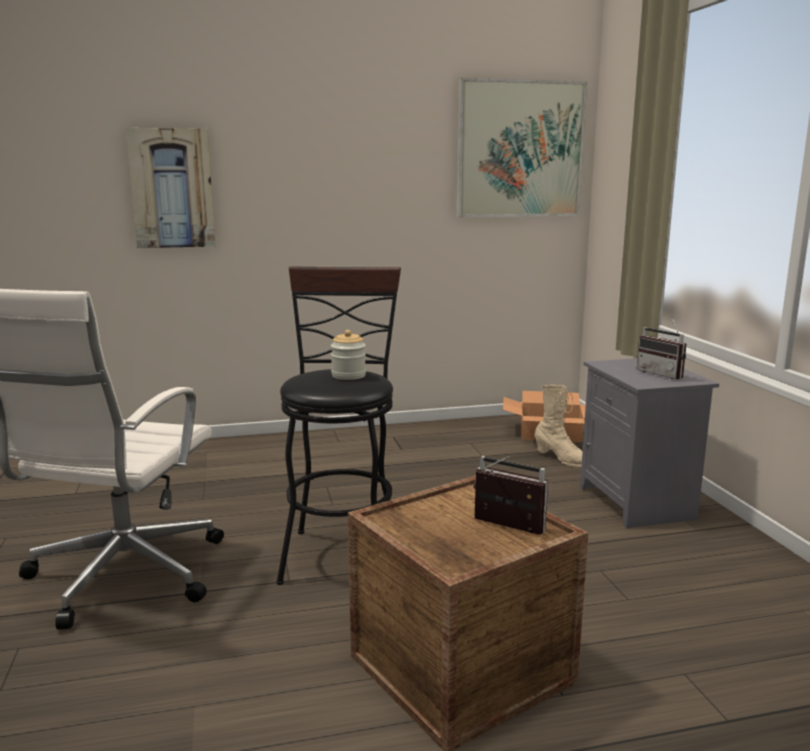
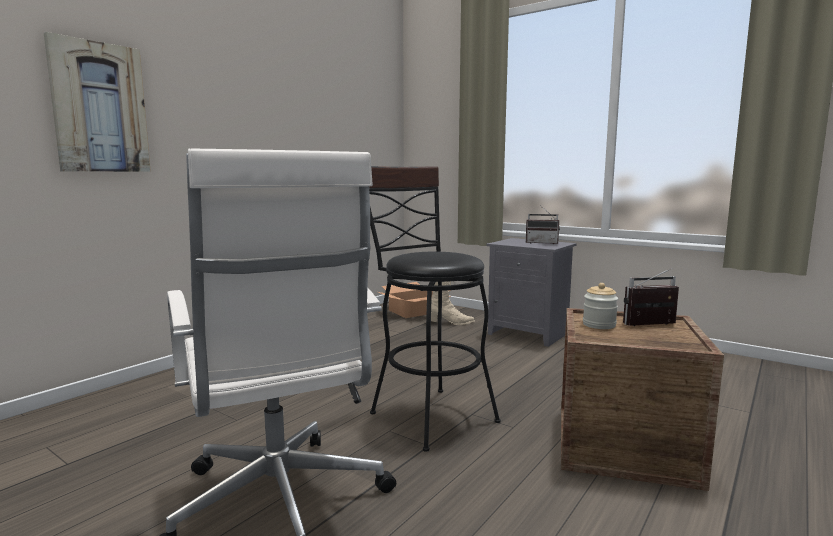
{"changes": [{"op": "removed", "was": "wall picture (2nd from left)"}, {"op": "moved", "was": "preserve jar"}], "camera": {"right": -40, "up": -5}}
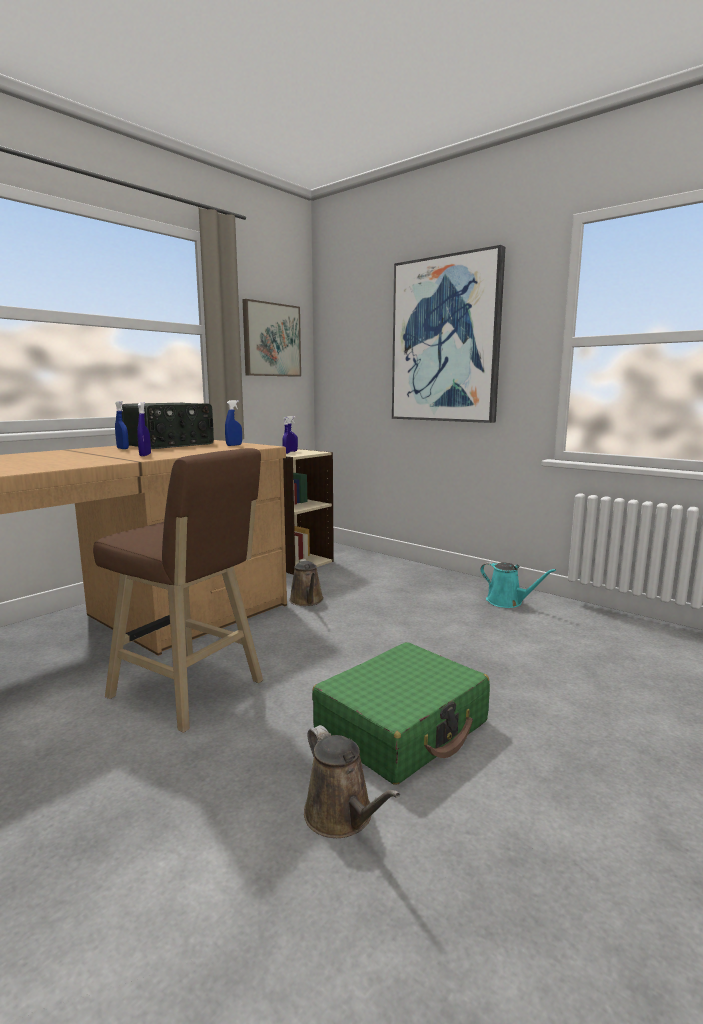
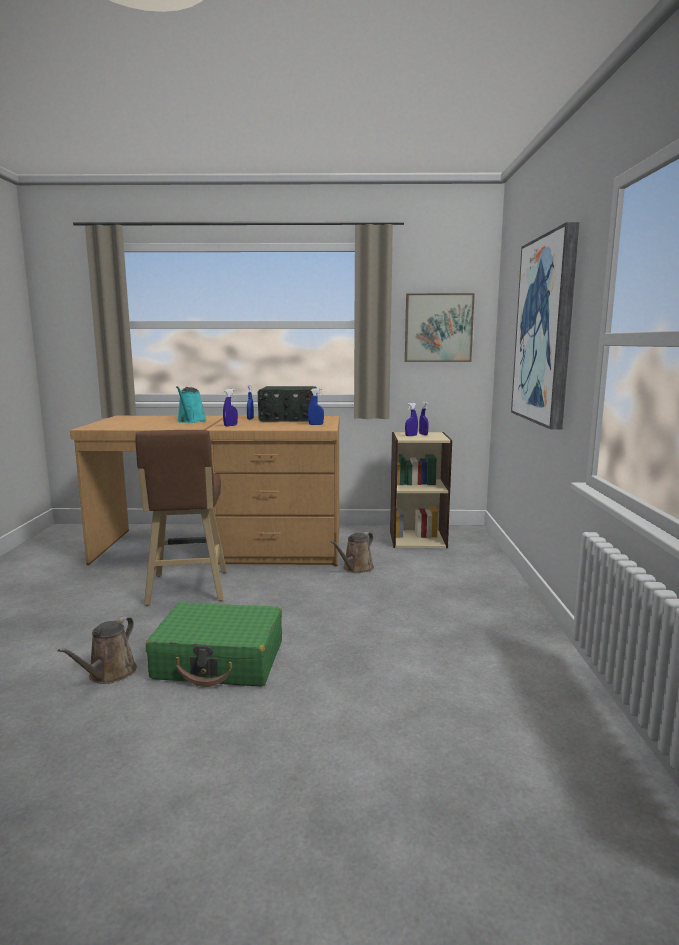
{"changes": [{"op": "moved", "was": "turquoise-coloured watering can"}], "camera": {"right": 50, "up": 0}}
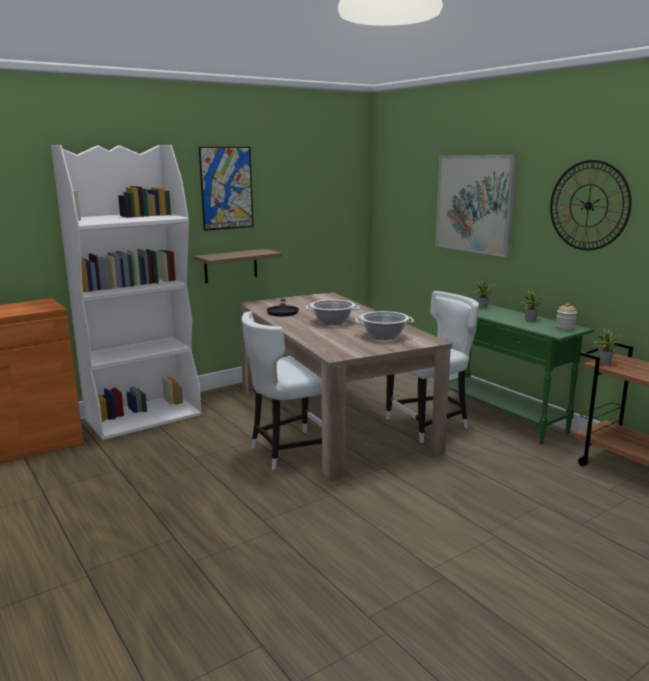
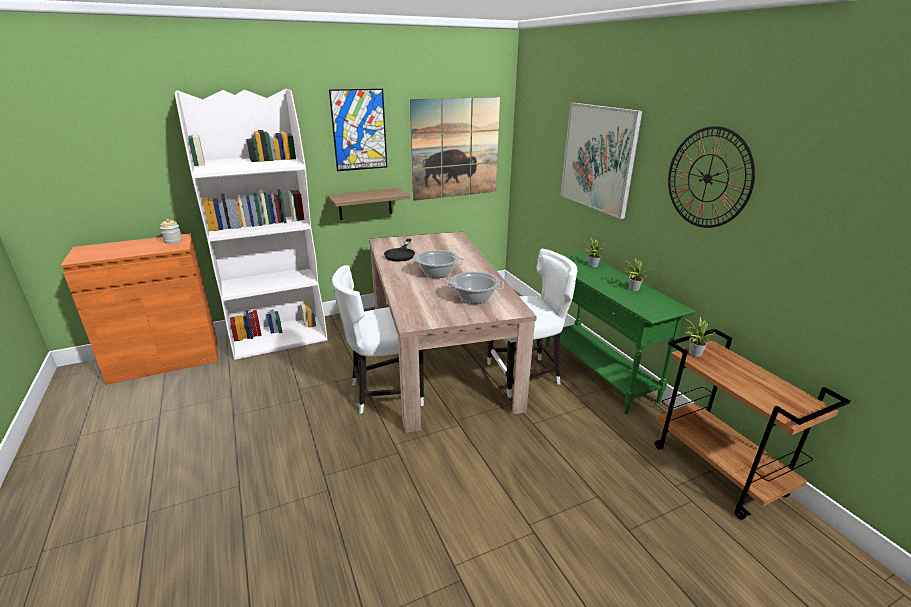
{"changes": [{"op": "moved", "was": "preserve jar"}, {"op": "added", "now": "wall picture (2nd from left)"}], "camera": {"right": 10, "up": 10}}
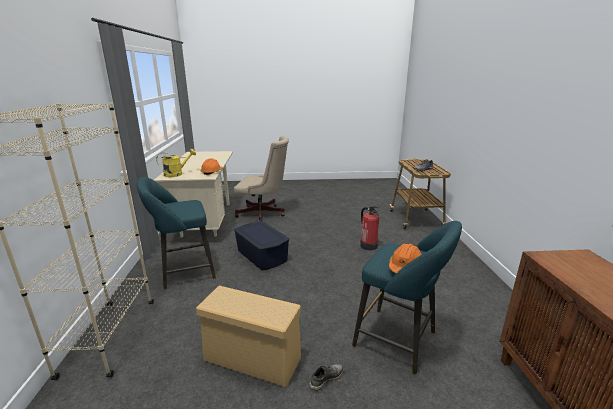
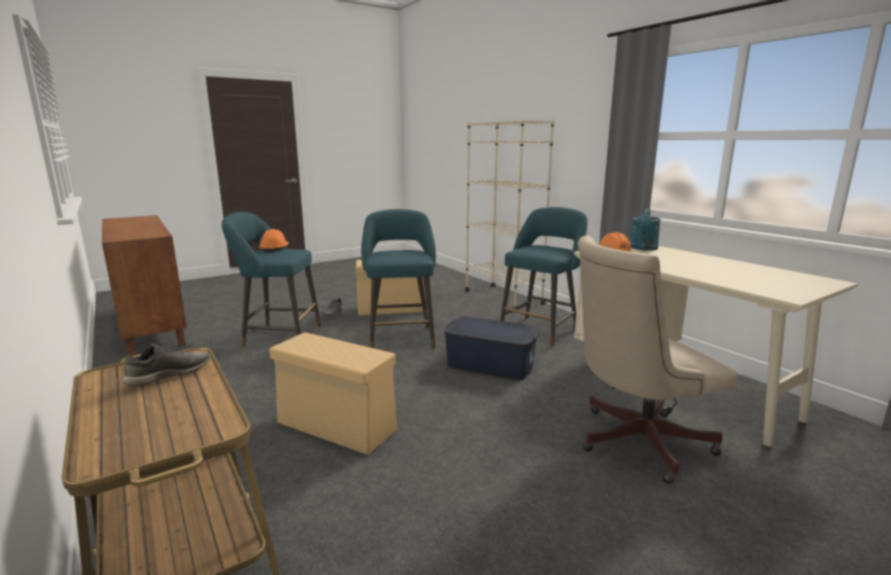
{"changes": [{"op": "recoloured", "was": "yellow watering can", "now": "turquoise-coloured watering can"}, {"op": "replaced", "was": "extinguisher", "now": "beige-coloured storage bin (1st from left)"}, {"op": "added", "now": "turquoise-coloured sitting stool (2nd from left)"}], "camera": {"right": 150, "up": -5}}
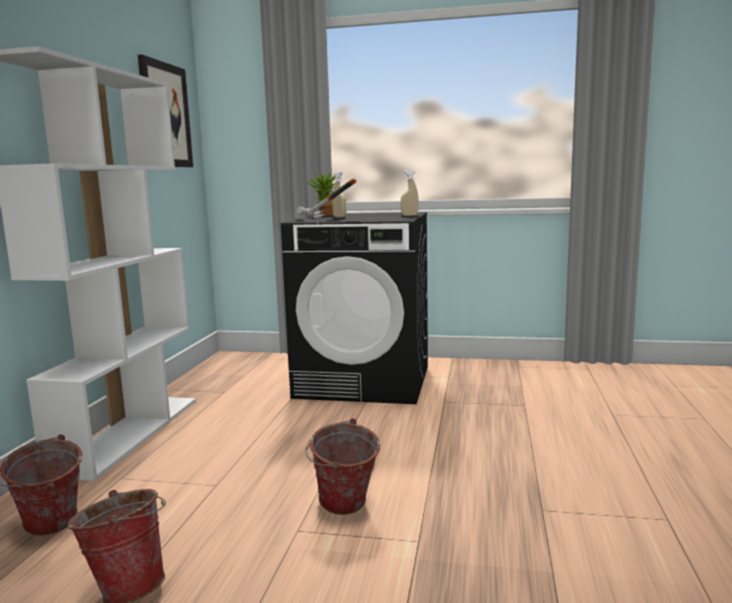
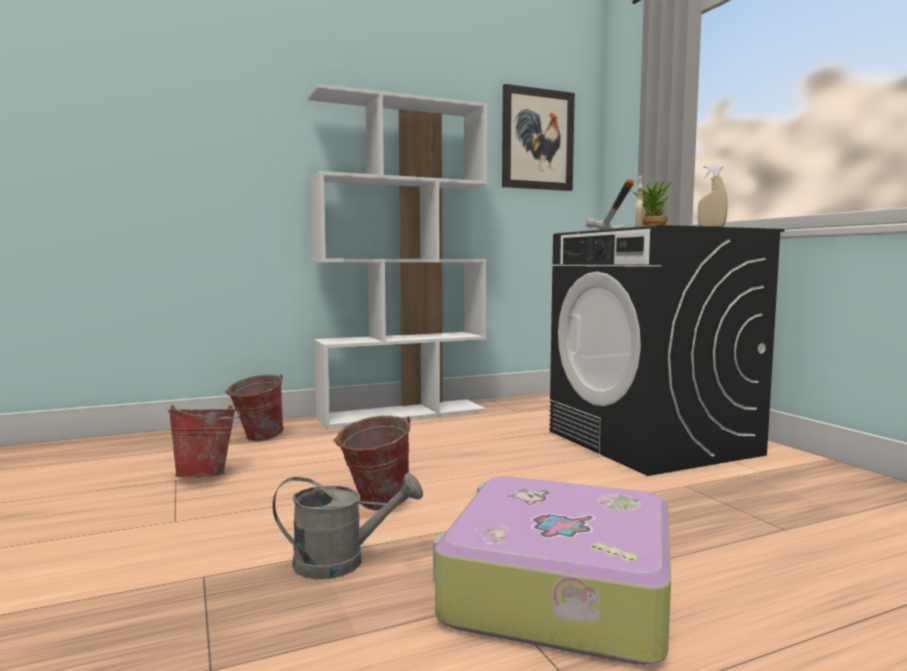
{"changes": [{"op": "added", "now": "grey watering can"}, {"op": "added", "now": "piece of luggage"}], "camera": {"right": 55, "up": -5}}
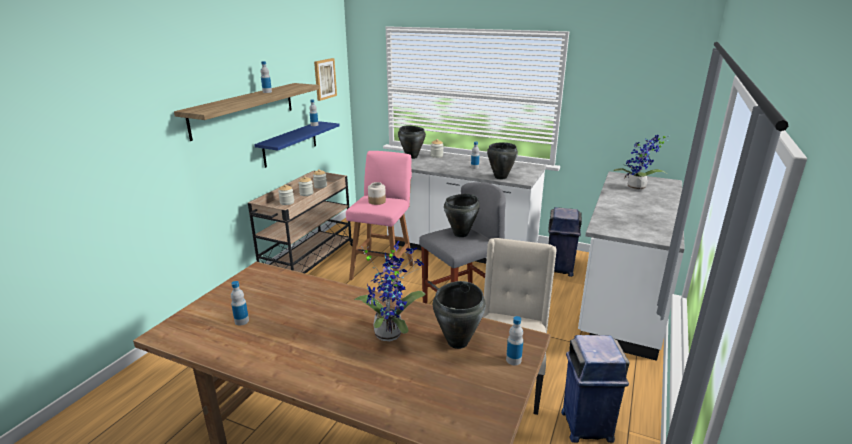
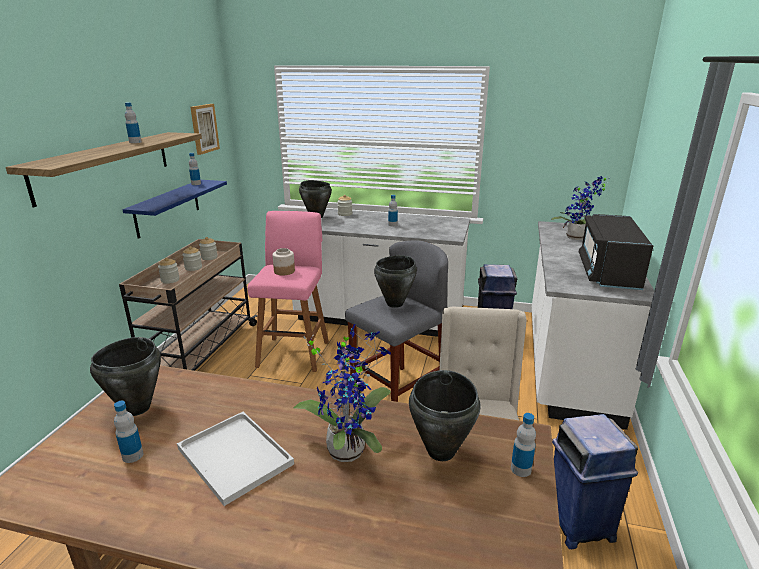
{"changes": [{"op": "moved", "was": "blackish stockpot (4th from left in the first image)", "now": "blackish stockpot (1st from left)"}, {"op": "added", "now": "blackish microwave oven"}, {"op": "added", "now": "white carrying tray"}], "camera": {"right": -10, "up": 0}}
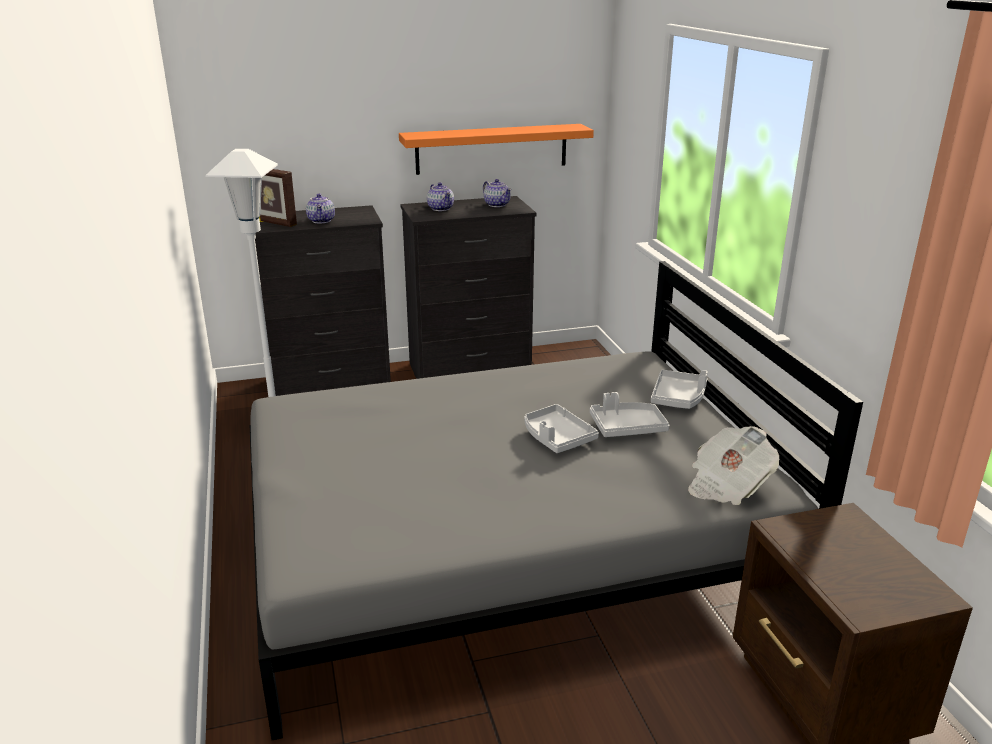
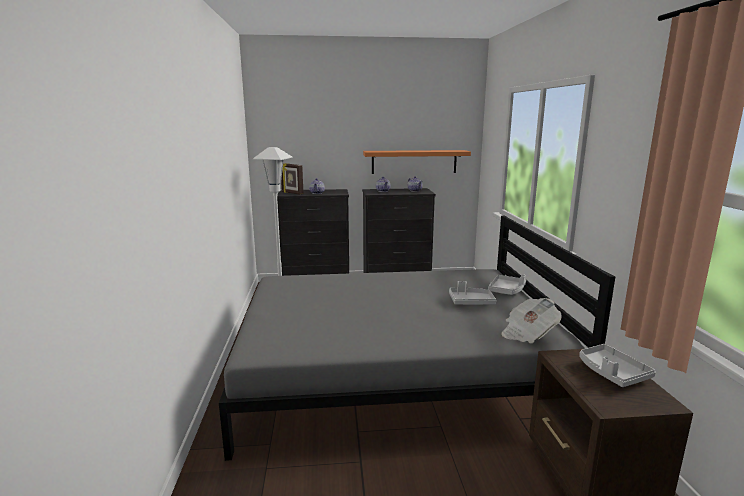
{"changes": [{"op": "moved", "was": "grey carrying tray (1st from left in the first image)", "now": "grey carrying tray (3rd from left)"}], "camera": {"right": 10, "up": -10}}
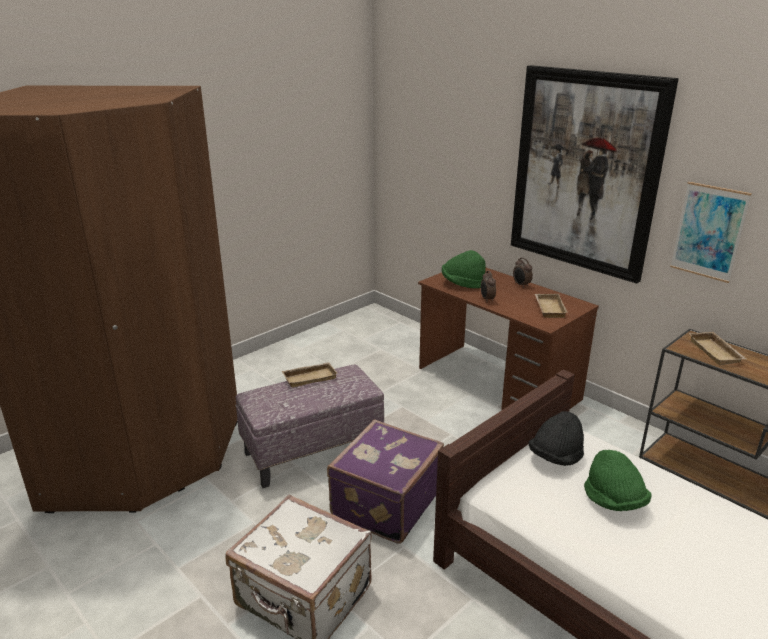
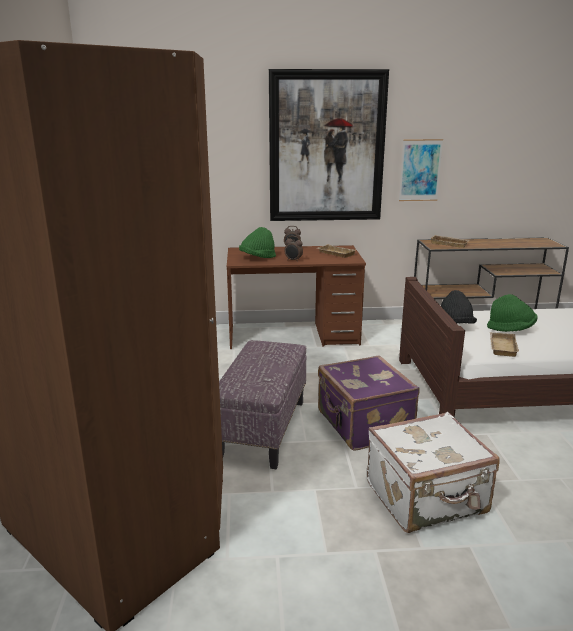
{"changes": [{"op": "moved", "was": "beige-coloured carrying tray (1st from left in the first image)", "now": "beige-coloured carrying tray (3rd from left)"}], "camera": {"right": -50, "up": -5}}
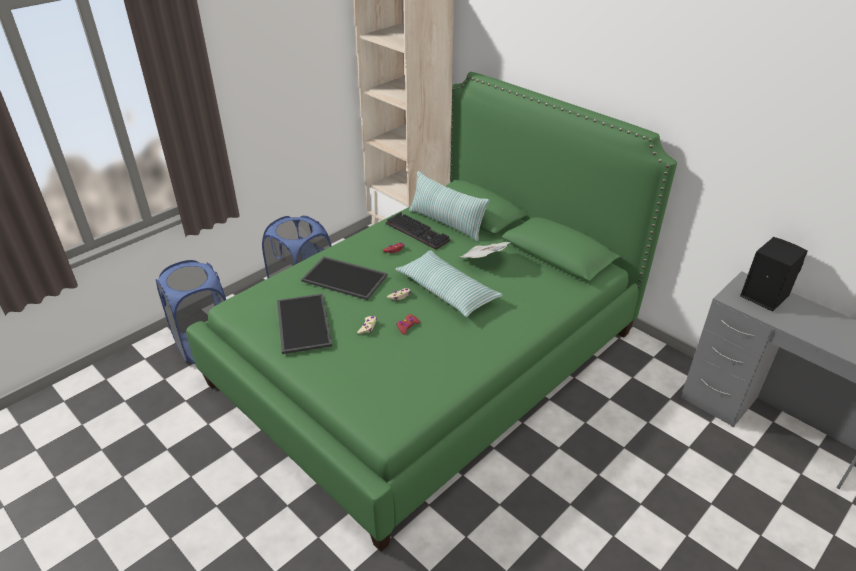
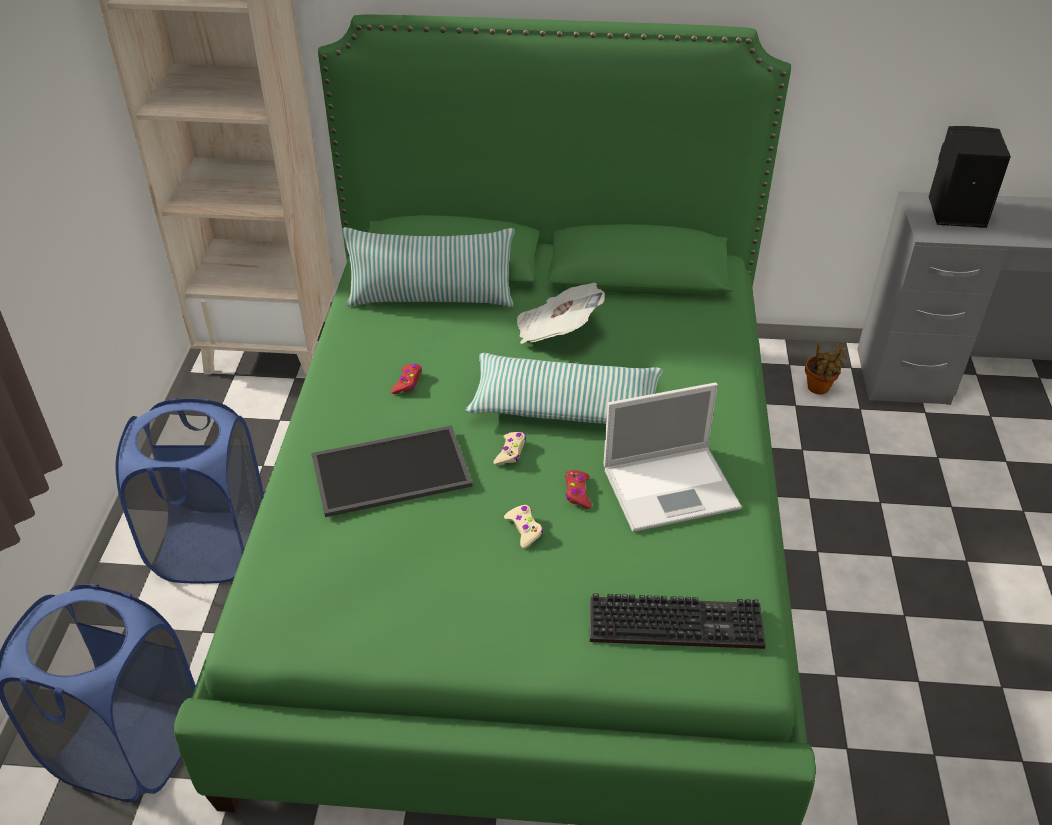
{"changes": [{"op": "moved", "was": "computer keyboard"}, {"op": "removed", "was": "carrying tray (1st from left)"}, {"op": "added", "now": "potted plant"}, {"op": "added", "now": "laptop"}], "camera": {"right": -40, "up": 5}}
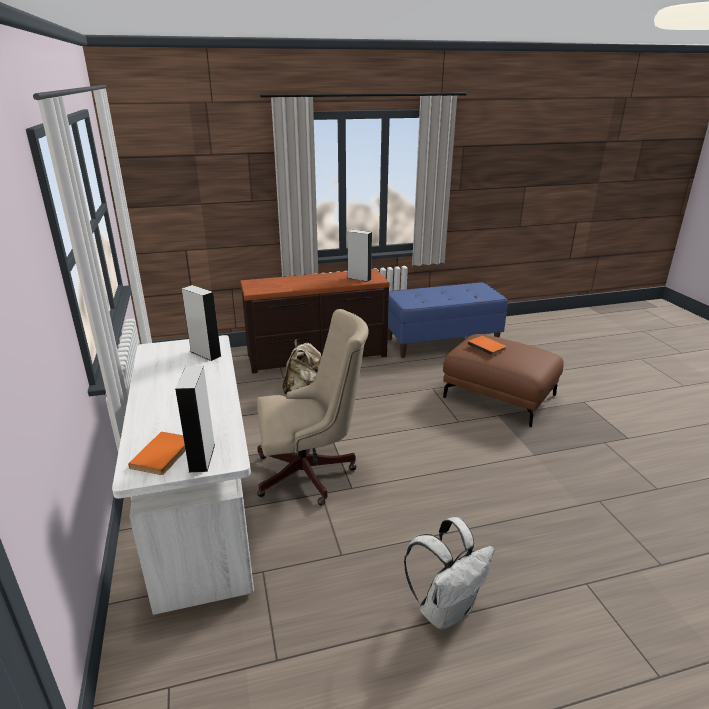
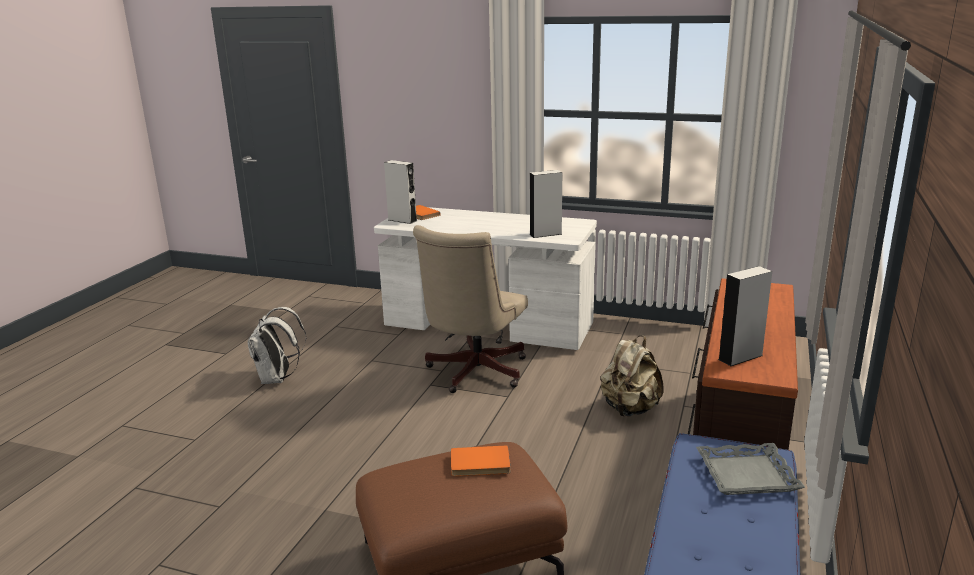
{"changes": [{"op": "added", "now": "grey carrying tray"}], "camera": {"right": 125, "up": -5}}
